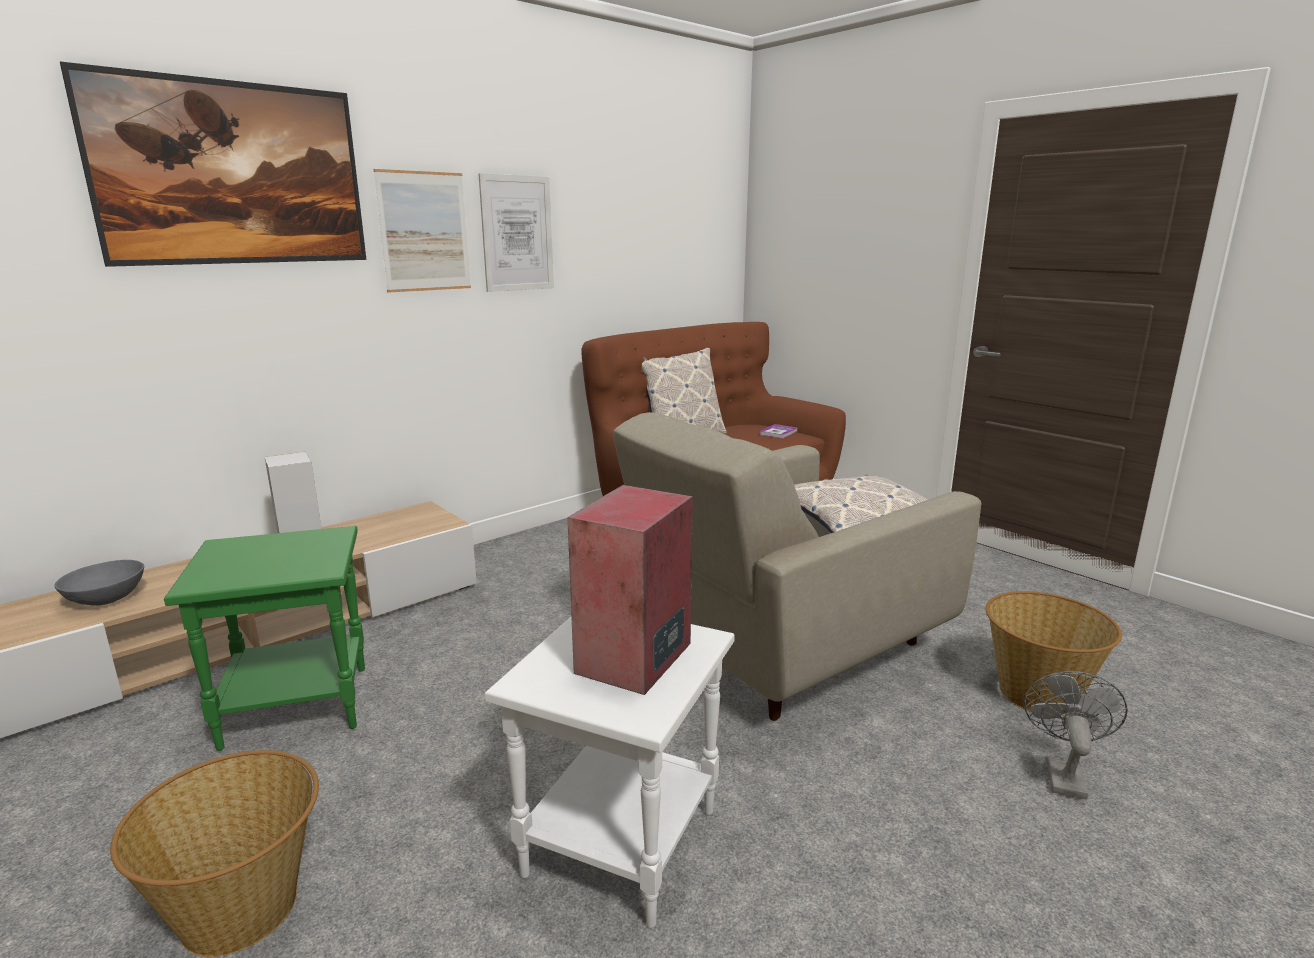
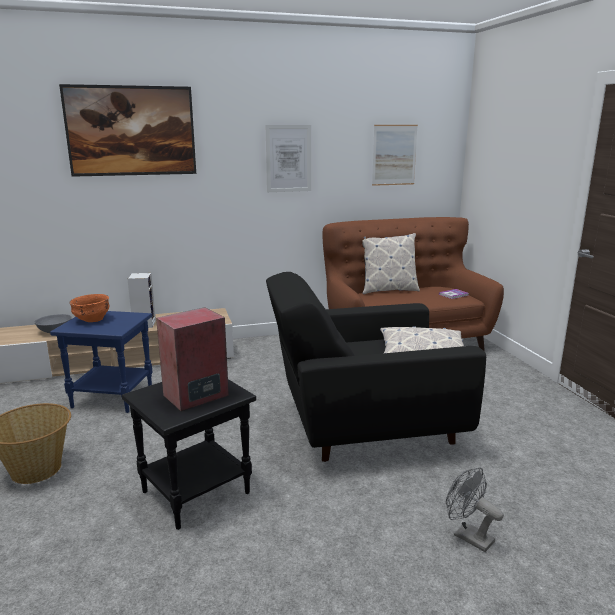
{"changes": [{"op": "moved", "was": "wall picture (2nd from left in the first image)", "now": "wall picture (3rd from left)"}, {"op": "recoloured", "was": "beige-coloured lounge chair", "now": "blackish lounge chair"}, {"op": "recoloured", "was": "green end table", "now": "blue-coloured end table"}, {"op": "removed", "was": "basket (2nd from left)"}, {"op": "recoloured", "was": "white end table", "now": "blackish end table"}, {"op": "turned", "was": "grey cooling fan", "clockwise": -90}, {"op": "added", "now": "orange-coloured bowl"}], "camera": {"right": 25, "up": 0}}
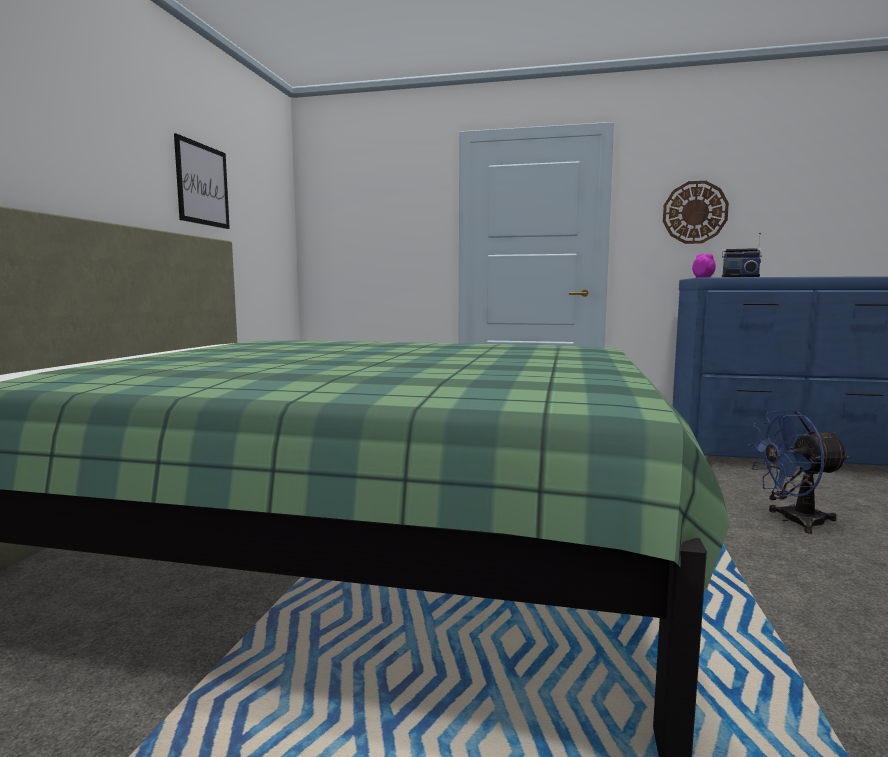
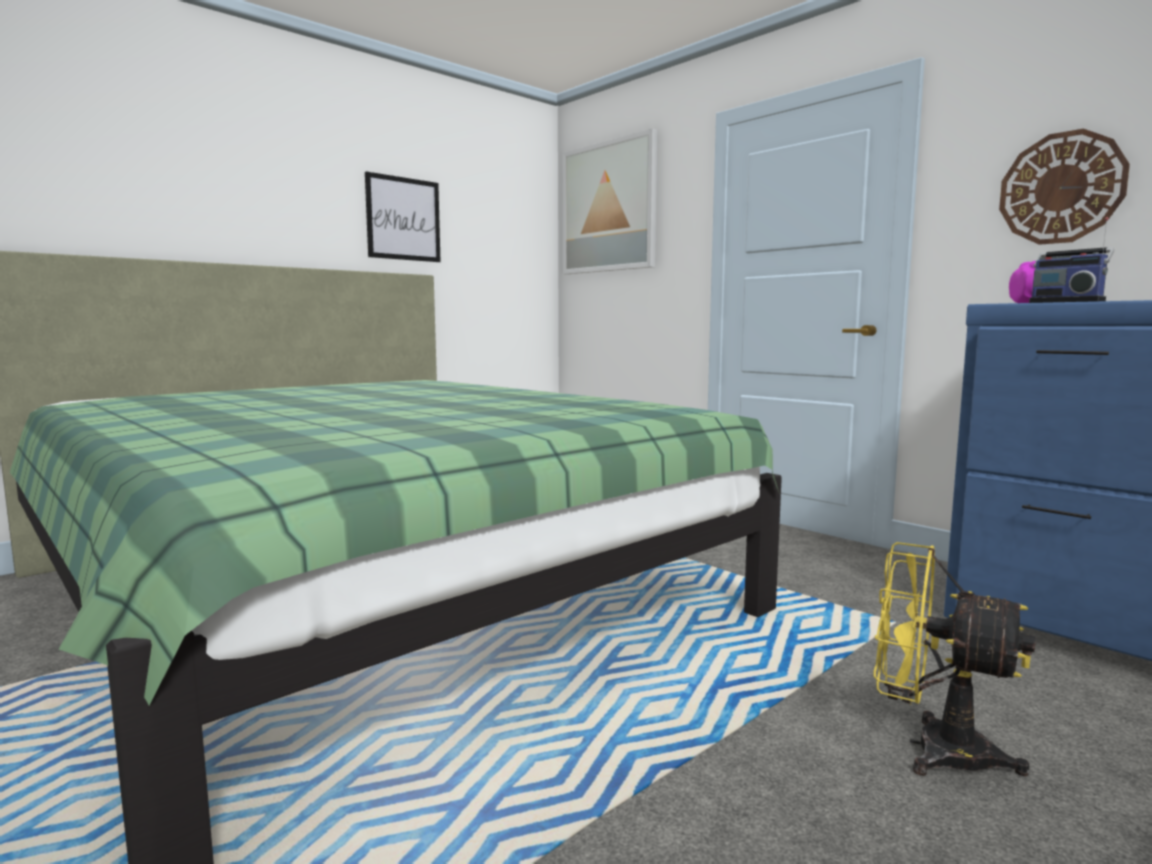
{"changes": [{"op": "recoloured", "was": "blue-coloured cooling fan", "now": "yellow cooling fan"}, {"op": "added", "now": "wall picture (2nd from left)"}], "camera": {"right": 35, "up": 0}}
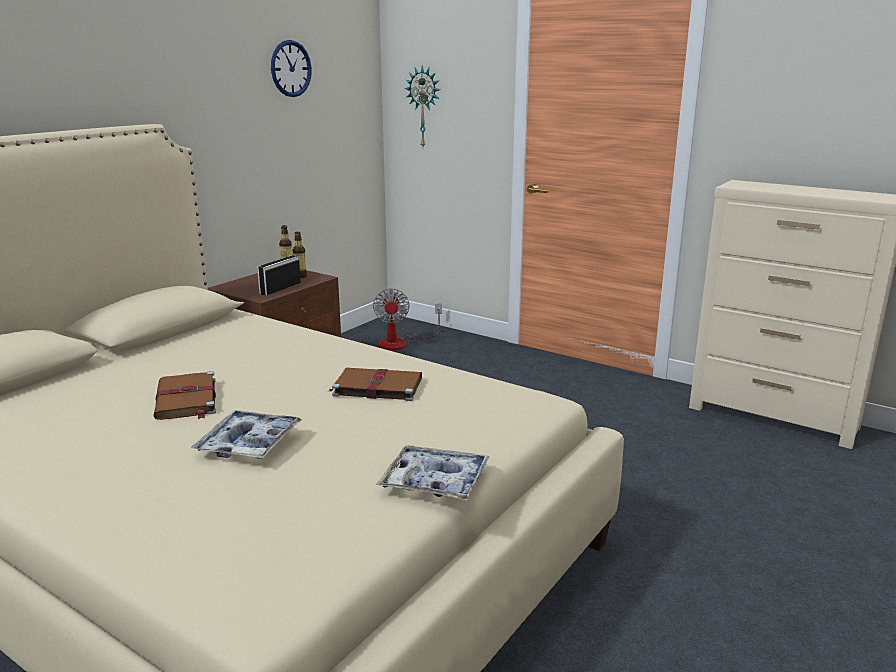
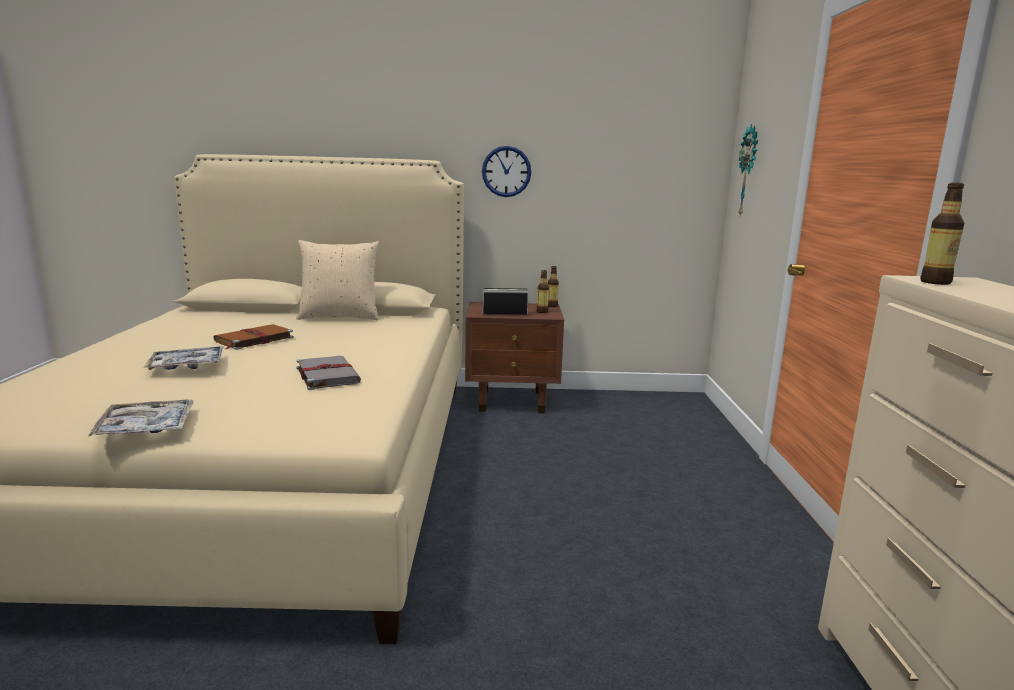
{"changes": [{"op": "moved", "was": "wall clock (1st from left)"}, {"op": "removed", "was": "cooling fan"}, {"op": "recoloured", "was": "brown bound book (2nd from left)", "now": "grey bound book"}, {"op": "added", "now": "beverage bottle (3rd from left)"}, {"op": "added", "now": "beige-coloured pillow"}], "camera": {"right": 55, "up": -5}}
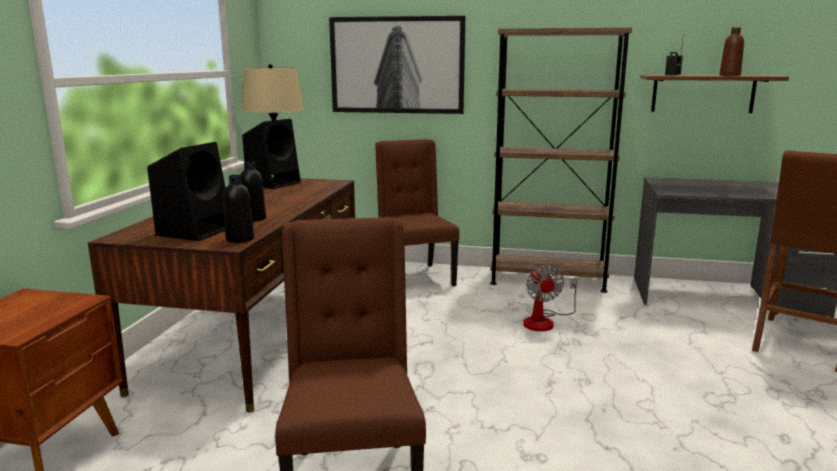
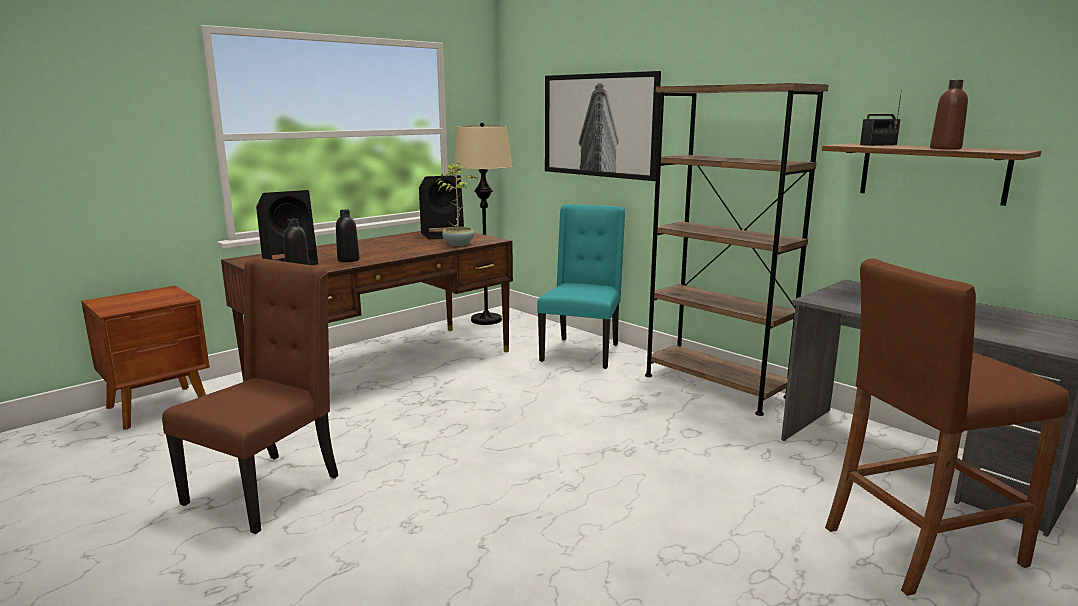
{"changes": [{"op": "recoloured", "was": "brown upright chair (2nd from left)", "now": "turquoise-coloured upright chair"}, {"op": "removed", "was": "cooling fan"}, {"op": "added", "now": "potted plant"}], "camera": {"right": 35, "up": 0}}
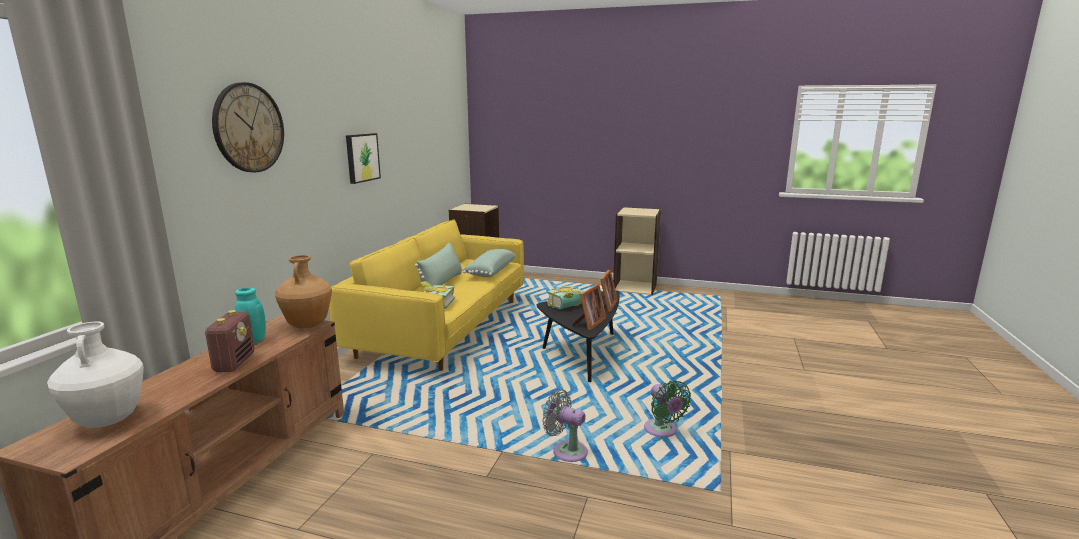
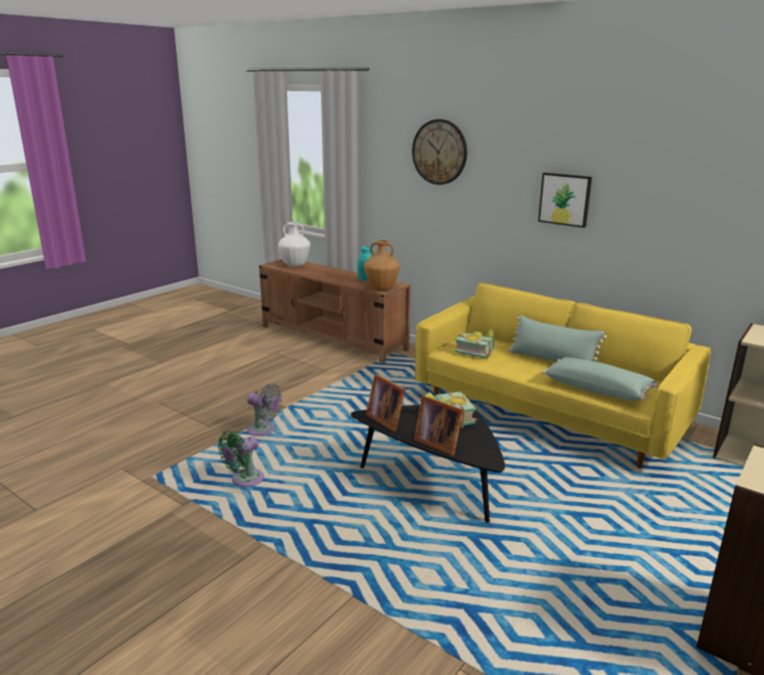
{"changes": [{"op": "removed", "was": "radio receiver"}, {"op": "turned", "was": "green cooling fan", "clockwise": -45}, {"op": "turned", "was": "grey cooling fan", "clockwise": 60}], "camera": {"right": 110, "up": 5}}
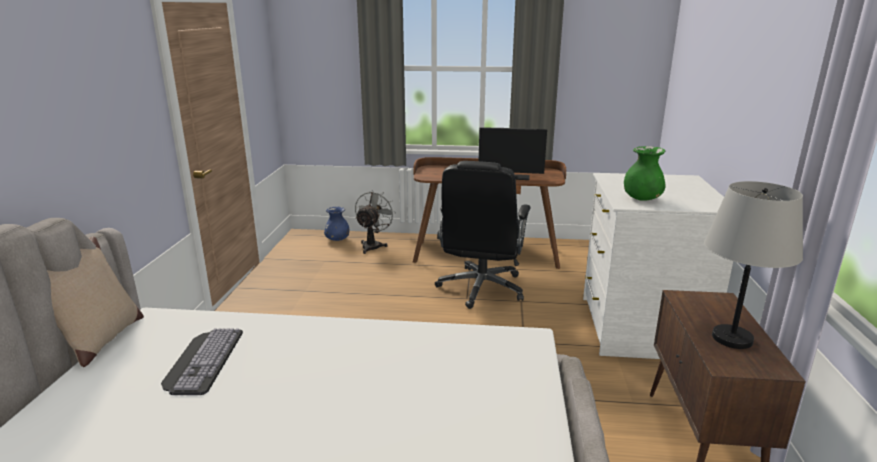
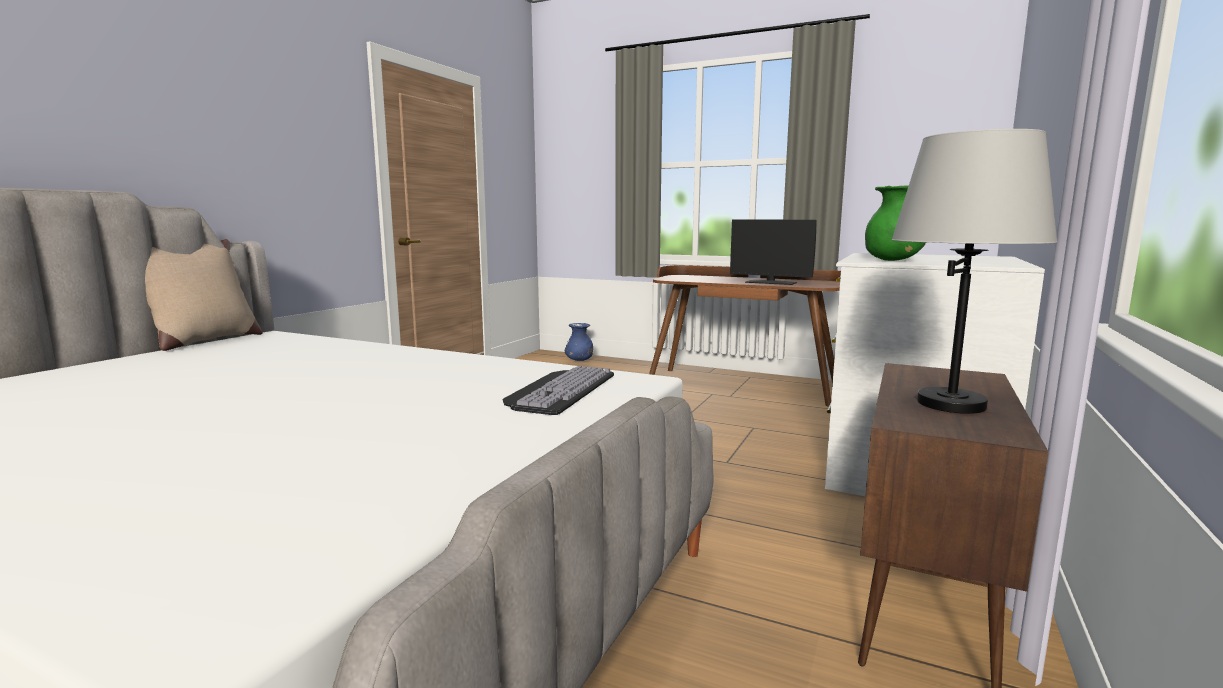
{"changes": [{"op": "removed", "was": "blackish computer chair"}, {"op": "removed", "was": "grey cooling fan"}, {"op": "moved", "was": "computer keyboard"}], "camera": {"right": 20, "up": -10}}
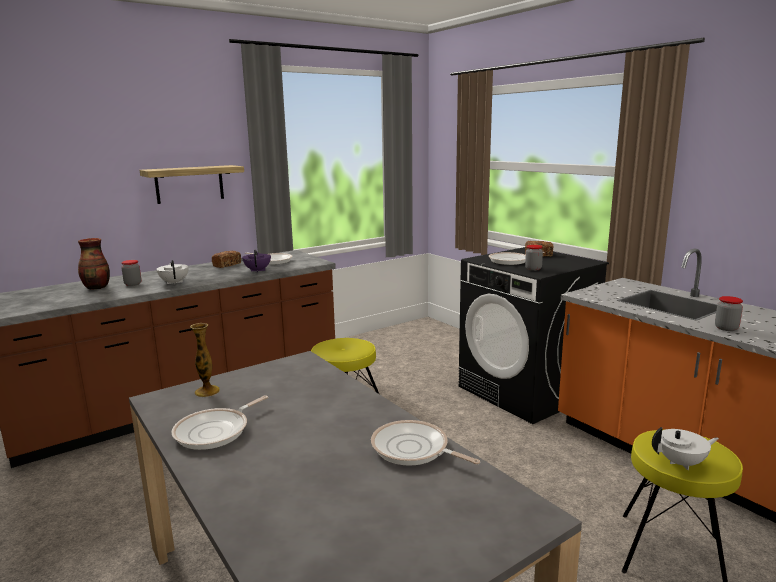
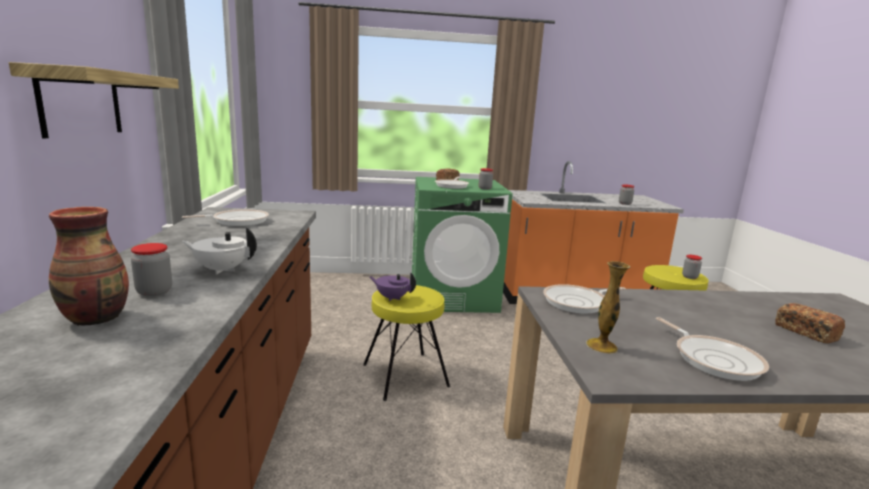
{"changes": [{"op": "recoloured", "was": "blackish laundry appliance", "now": "green laundry appliance"}, {"op": "moved", "was": "purple-coloured tea pot"}, {"op": "moved", "was": "bread (1st from left in the first image)", "now": "bread (2nd from left)"}, {"op": "moved", "was": "frying pan (3rd from left)"}, {"op": "replaced", "was": "white tea pot (2nd from left)", "now": "preserve jar (4th from left)"}], "camera": {"right": -60, "up": 0}}
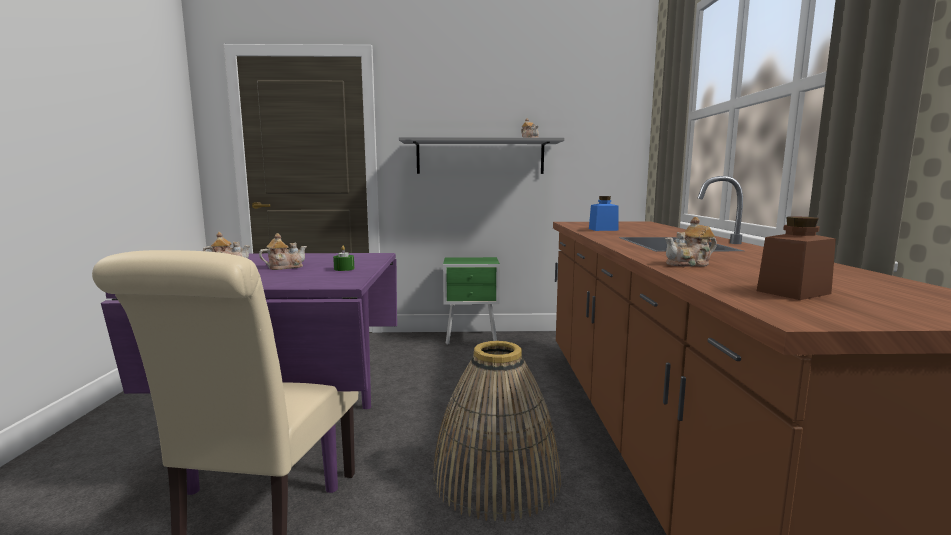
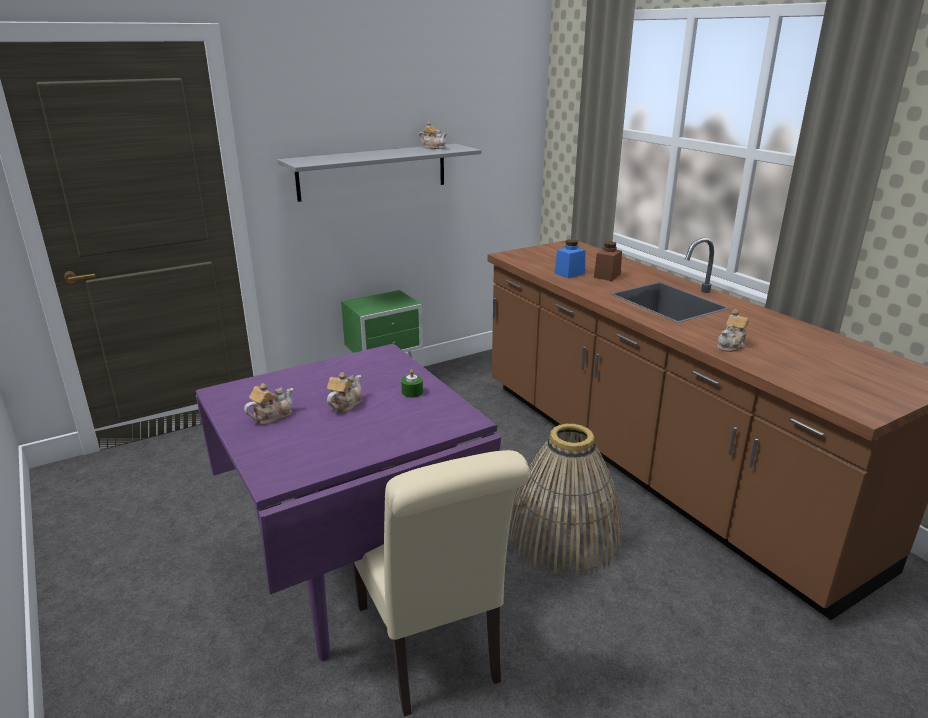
{"changes": [{"op": "moved", "was": "brown preserve jar"}], "camera": {"right": -30, "up": 15}}
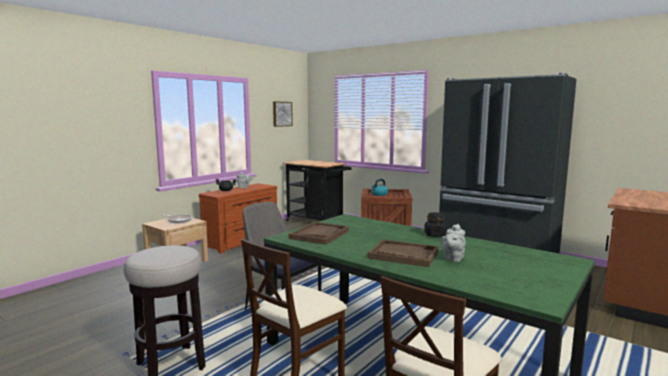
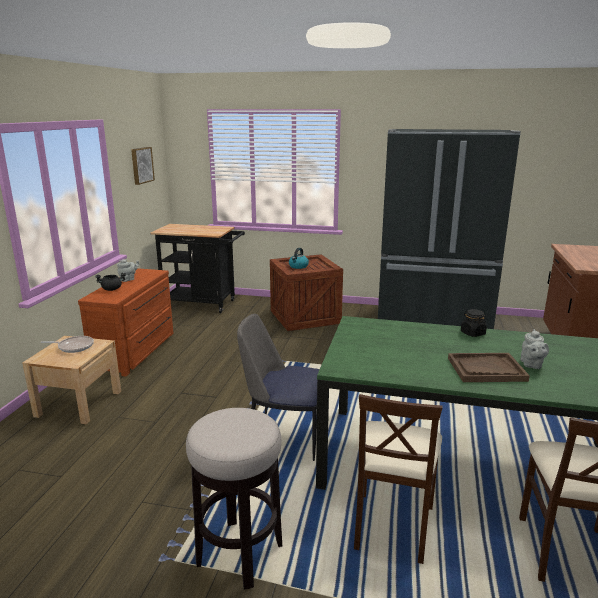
{"changes": [{"op": "removed", "was": "brown carrying tray (1st from left)"}], "camera": {"right": -25, "up": 10}}
